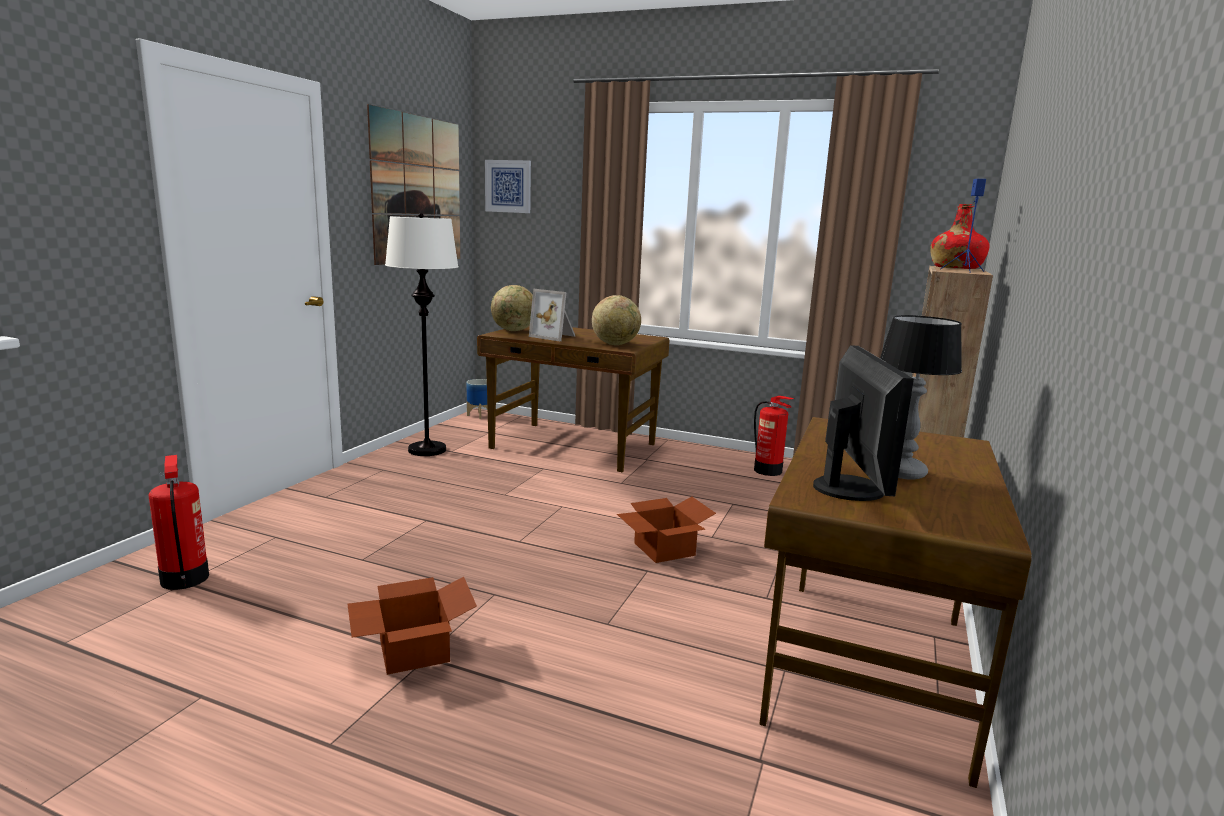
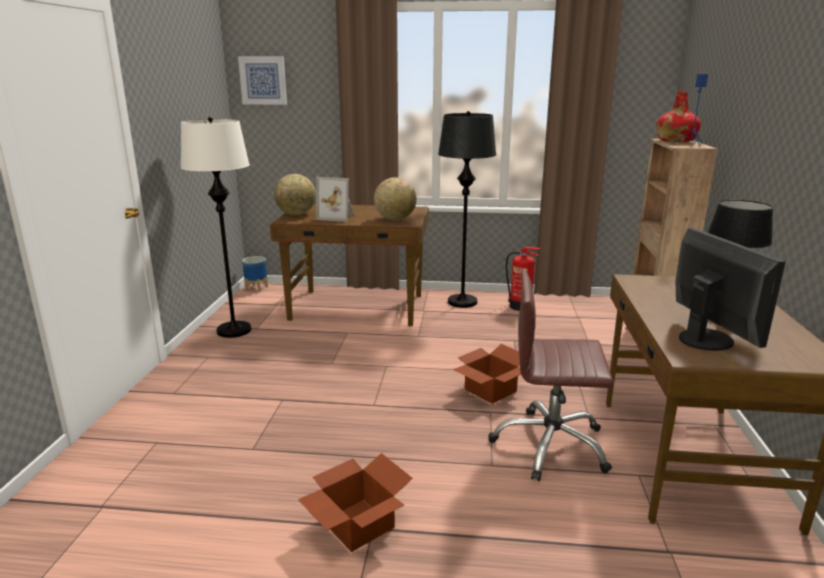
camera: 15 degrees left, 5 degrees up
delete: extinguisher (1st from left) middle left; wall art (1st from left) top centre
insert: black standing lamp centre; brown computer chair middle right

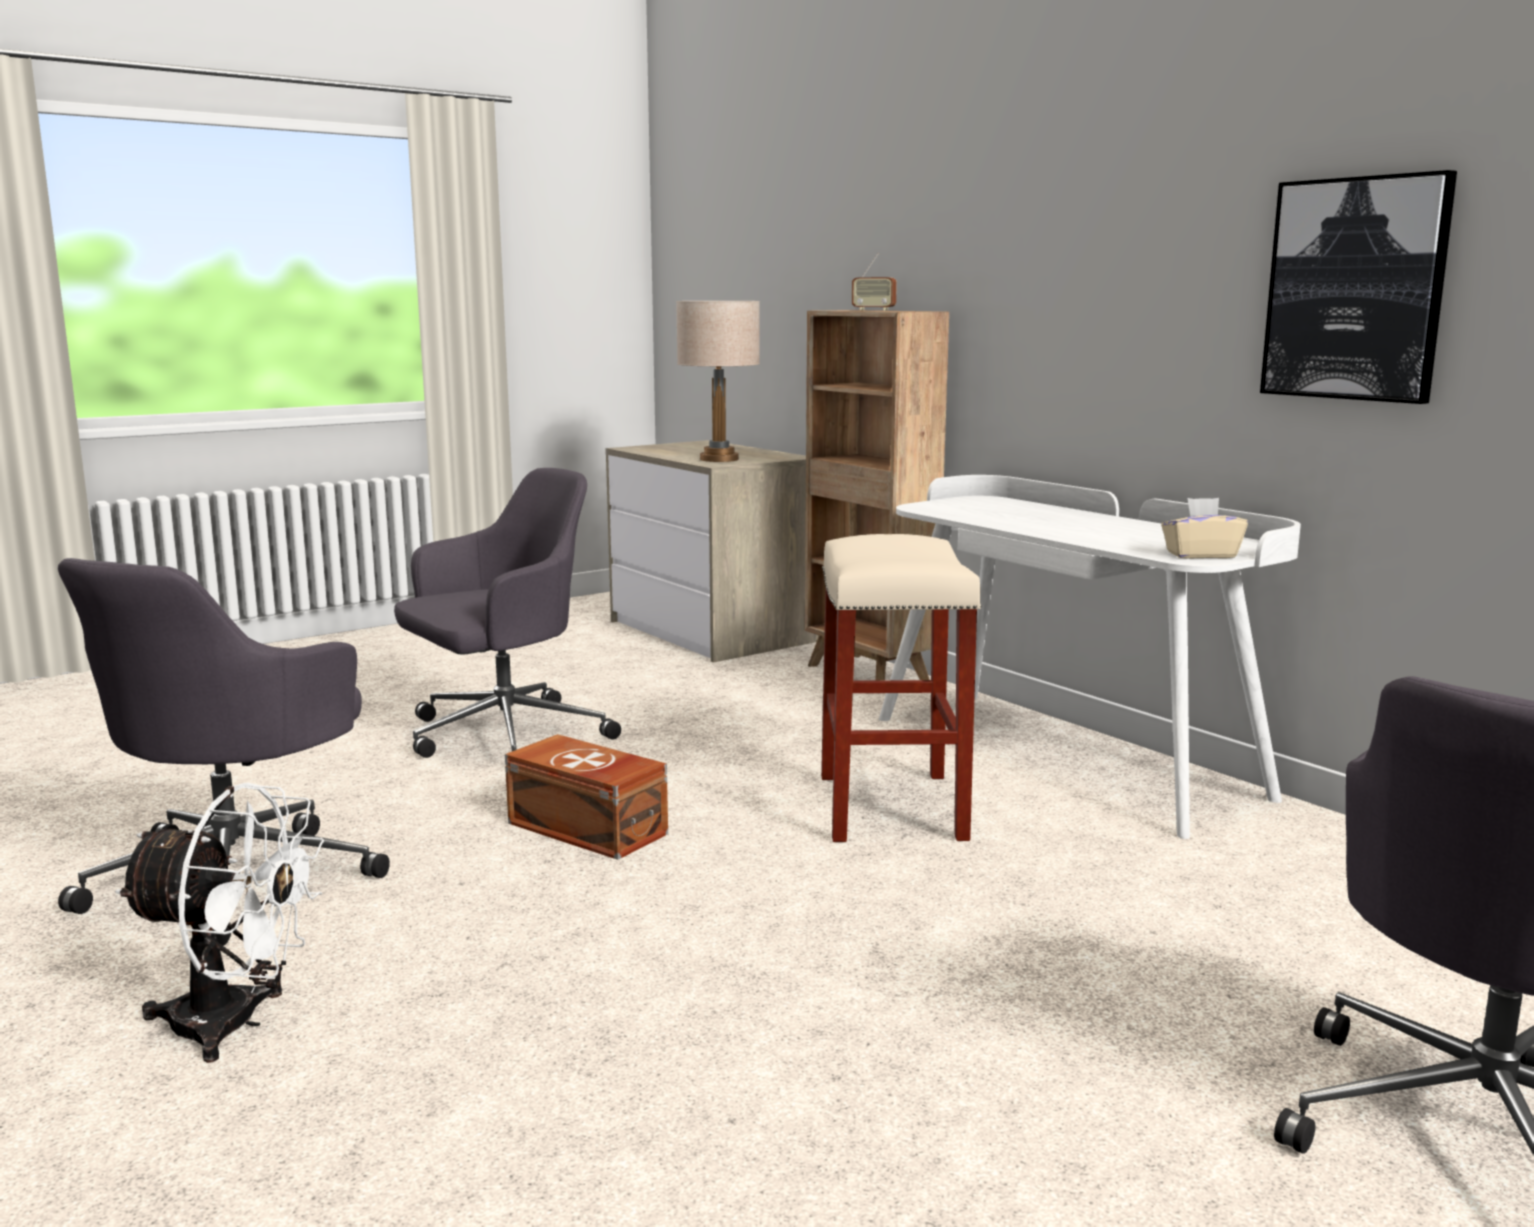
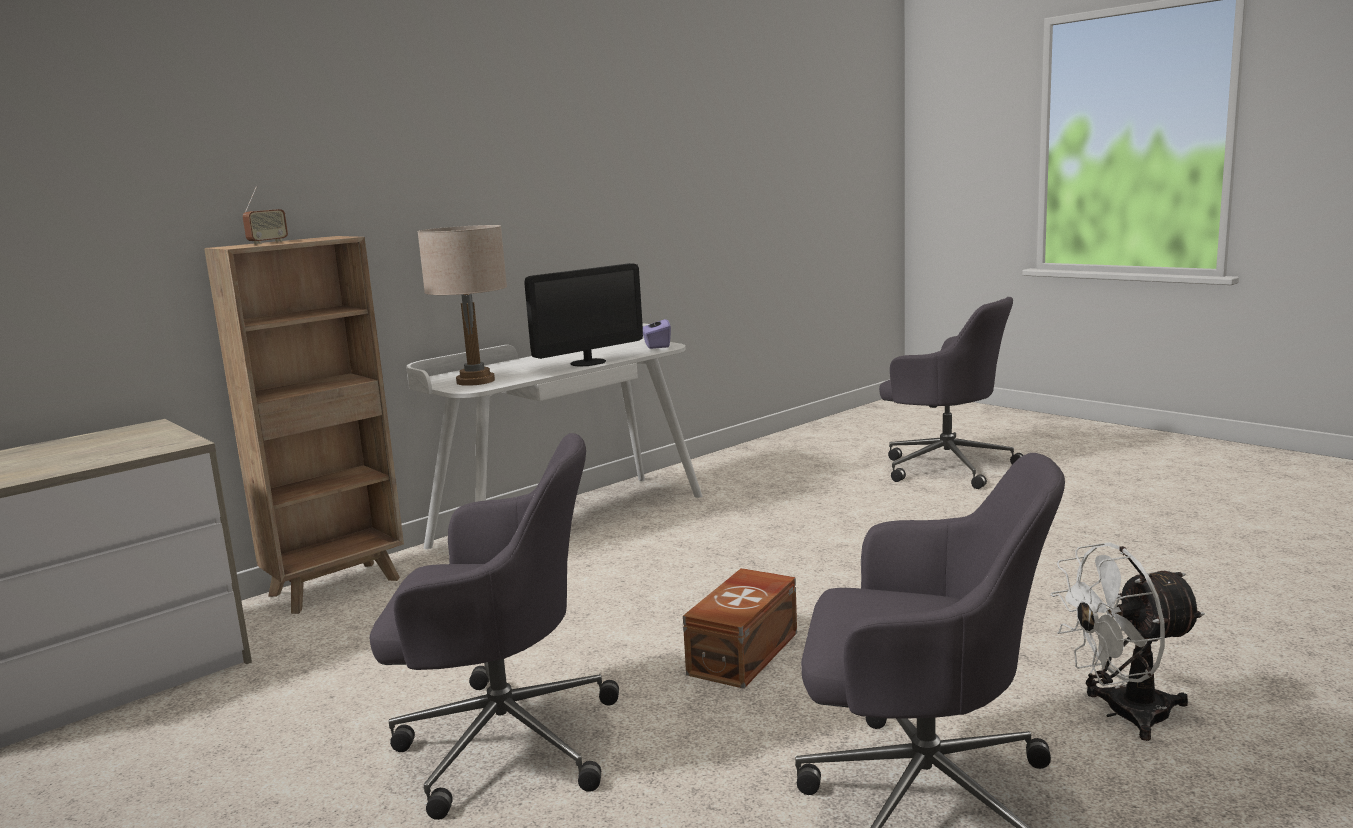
camera: 95 degrees left, 0 degrees up
delete: beige-coloured sitting stool centre; wall art top right
insert: computer display centre
move: beige-coloured tabletop lamp top centre to centre
recolor: beige-coloured tissue holder middle right to purple-coloured tissue holder centre
rotate: greyish computer chair (2nd from left in the first image) middle left = bottom centre 135 degrees clockwise; white electric fan bottom left = bottom right 105 degrees counterclockwise

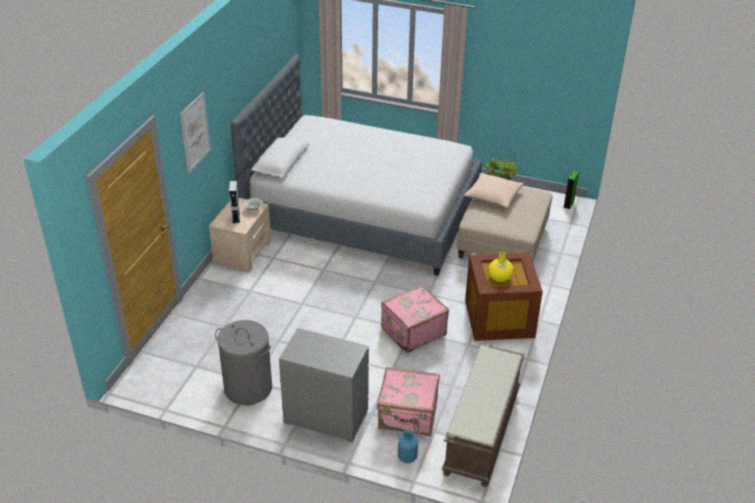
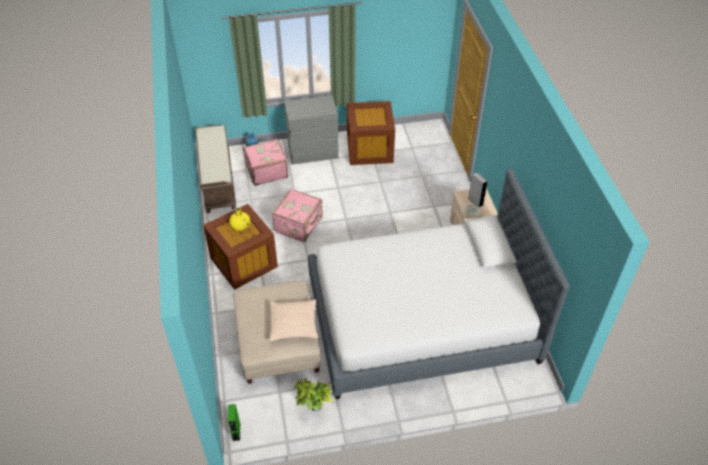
camera: 150 degrees right, 10 degrees up
delete: wall art top left
replace: greyish laundry basket bottom left to brown storage bin (2nd from left) top centre

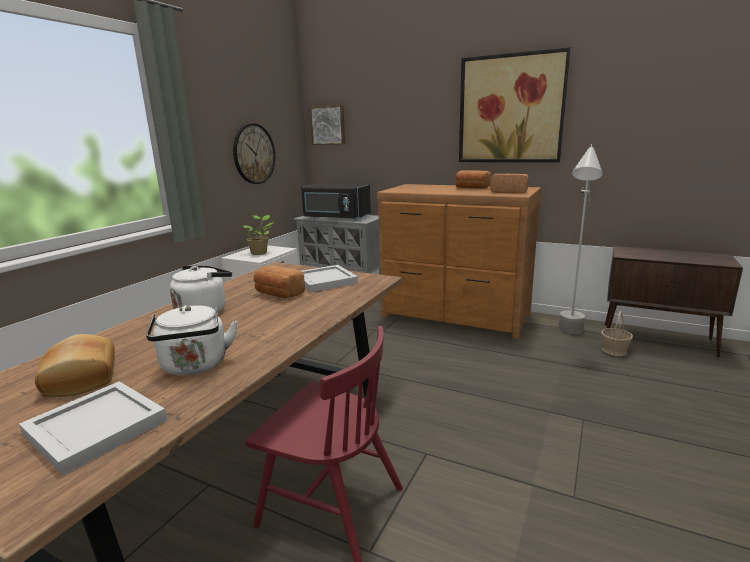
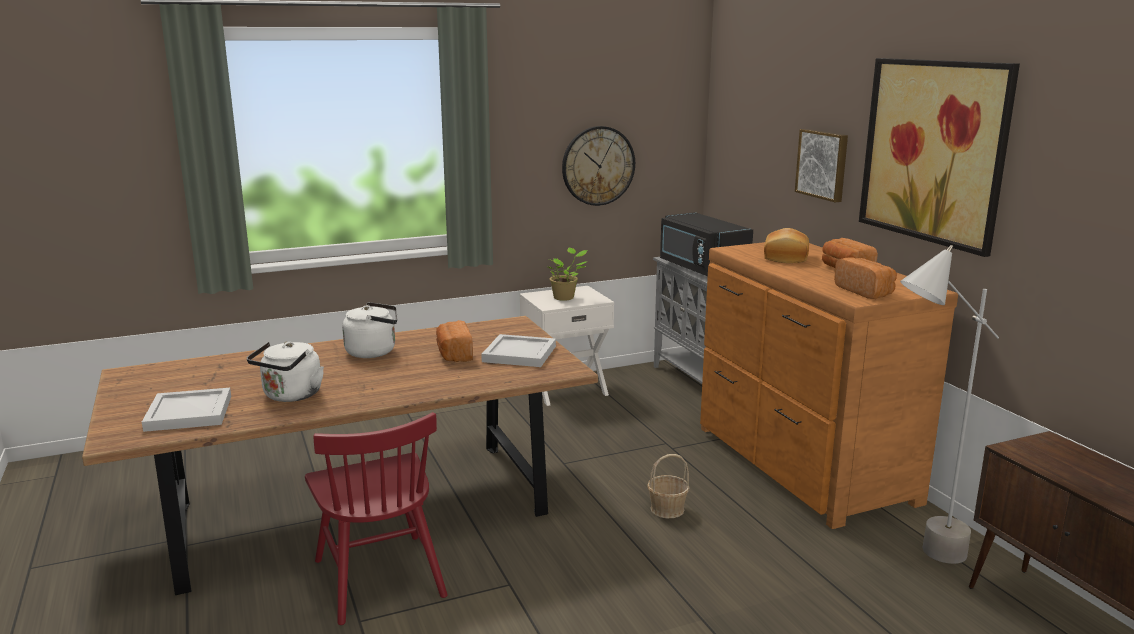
camera: 40 degrees right, 0 degrees up
move: household basket middle right to bottom centre; bakery bread (1st from left in the first image) middle left to bakery bread (2nd from left) middle right; wall art (1st from left) top centre to top right

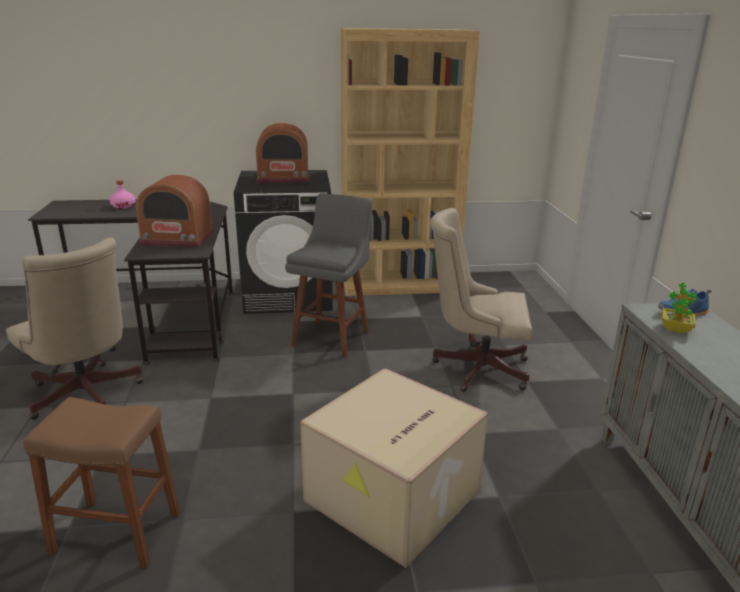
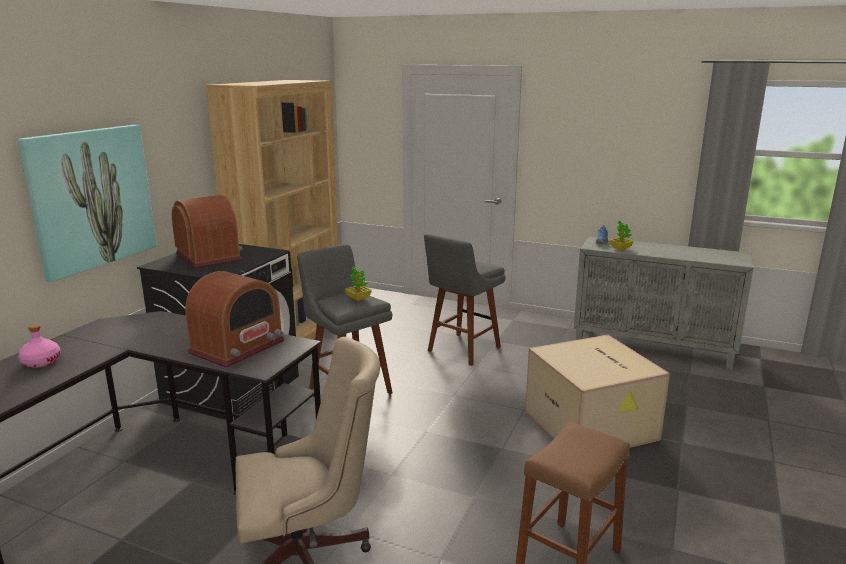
camera: 60 degrees left, 5 degrees down
insert: wall art middle left; houseplant (1st from left) centre
replace: beige-coloured computer chair (2nd from left) centre to greyish sitting stool (2nd from left) centre
rotate: radio set (2nd from left in the first image) top centre = middle left 60 degrees counterclockwise

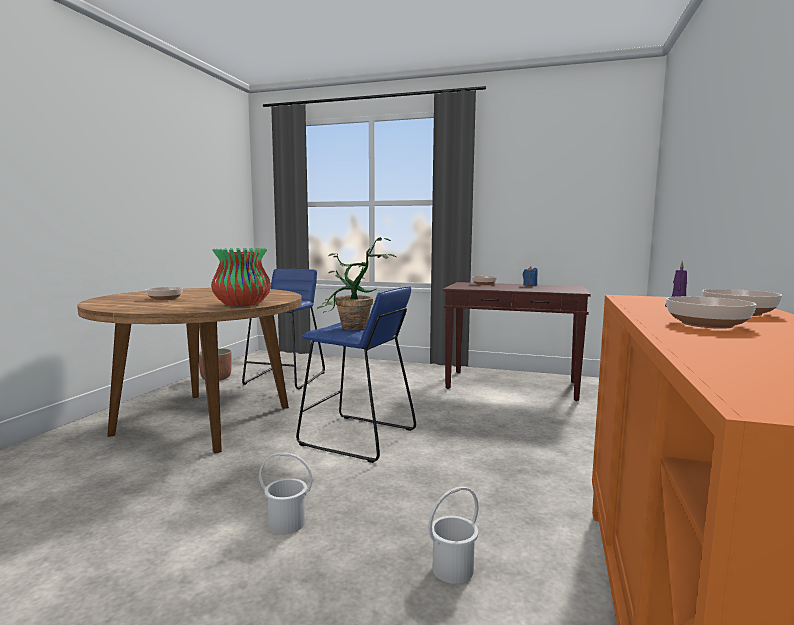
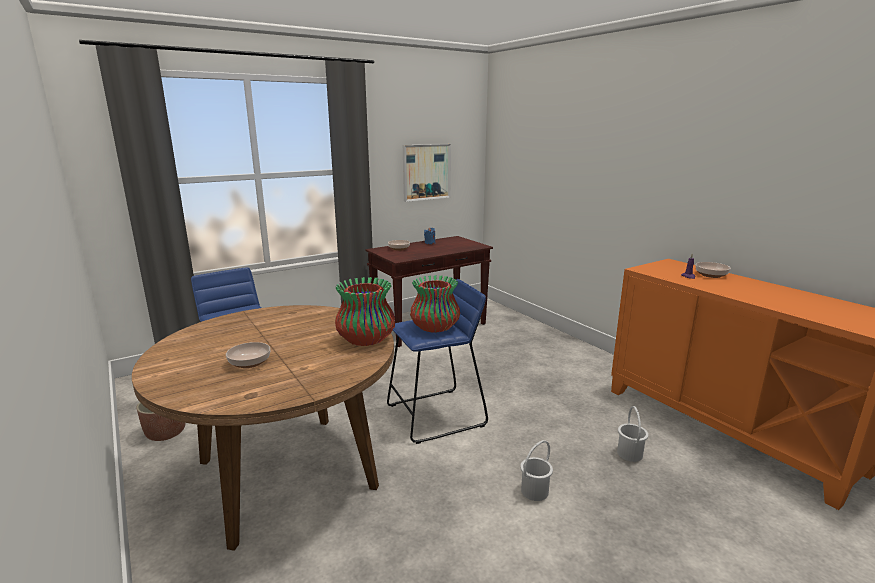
camera: 50 degrees left, 10 degrees up
delete: deep dish (3rd from left) middle right
insert: wall art top centre
replace: houseplant centre to vase (2nd from left) centre

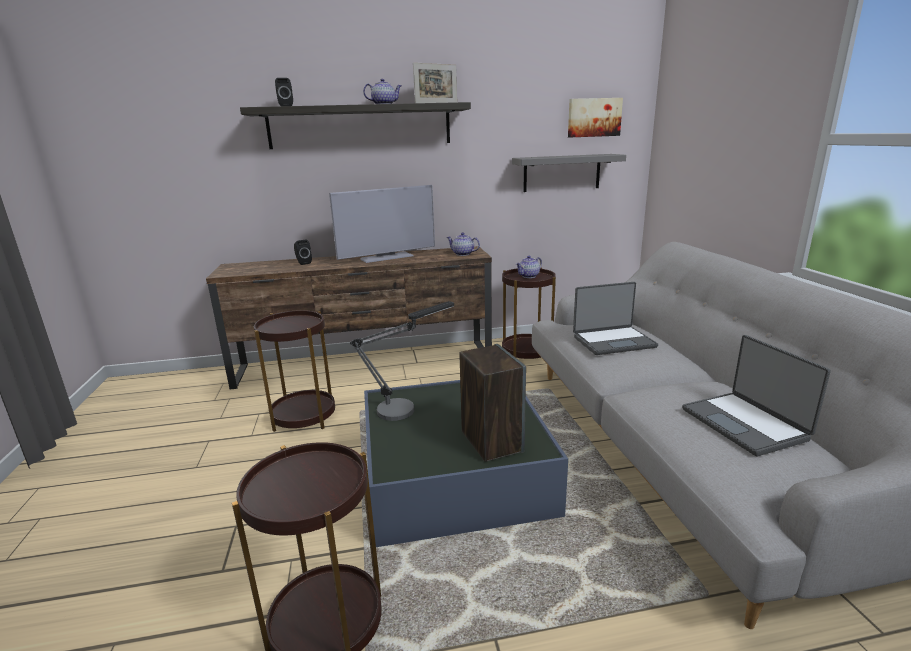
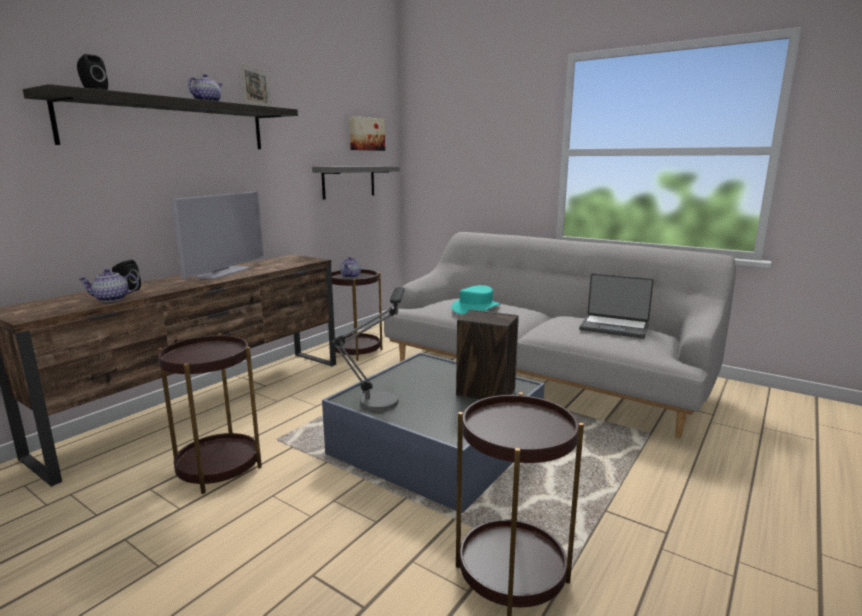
camera: 45 degrees left, 5 degrees down
move: tea pot (2nd from left in the first image) centre to tea pot (1st from left) middle left
replace: portable computer (1st from left) middle right to turquoise-coloured hat centre

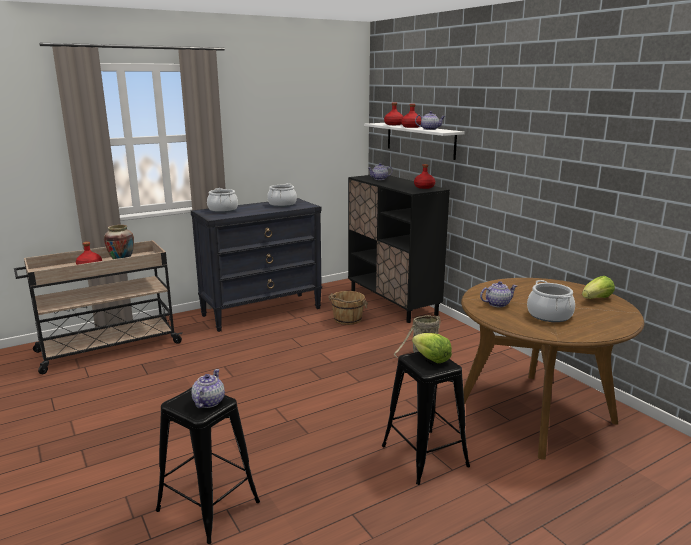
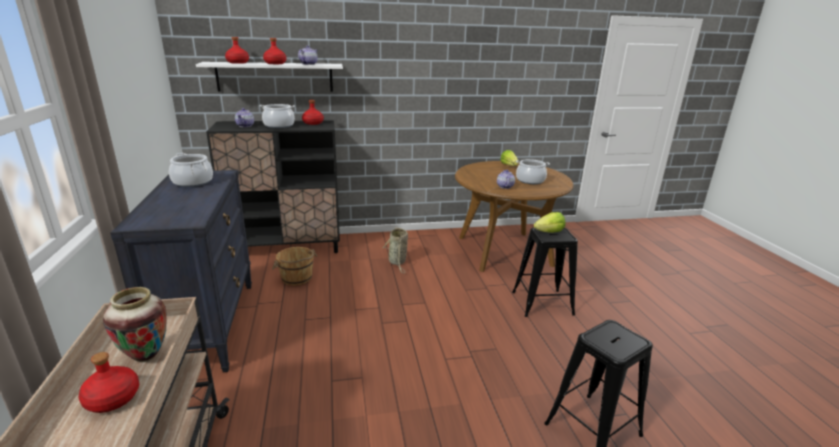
camera: 70 degrees left, 5 degrees up
delete: tea pot (1st from left) bottom left
move: stockpot (1st from left in the first image) middle left to stockpot (2nd from left) top left

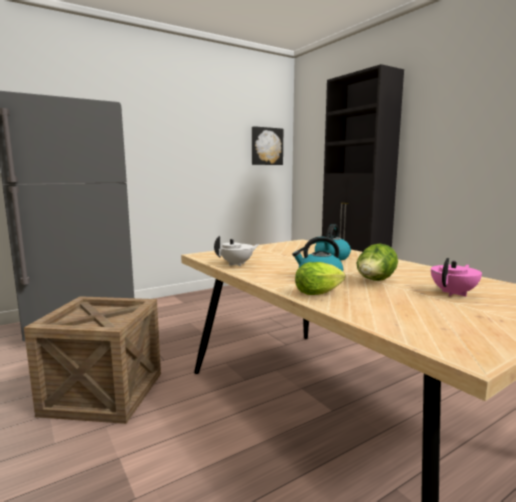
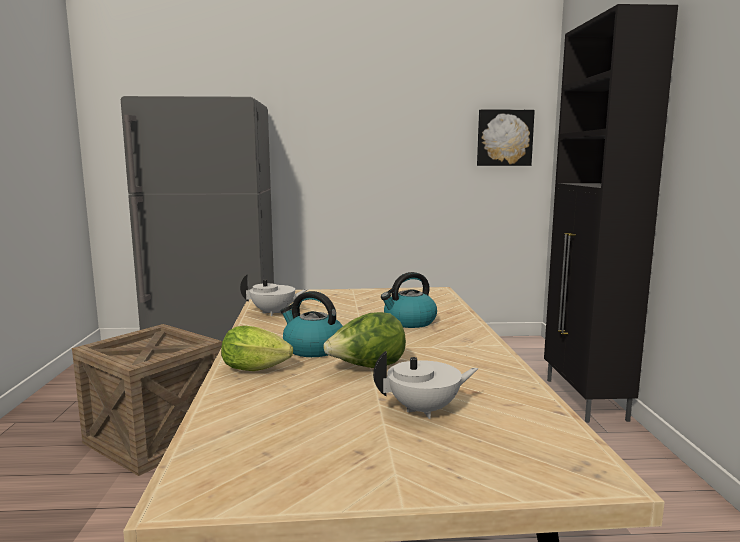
camera: 30 degrees right, 0 degrees up
recolor: pink tea pot middle right to white tea pot (2nd from left) bottom centre

